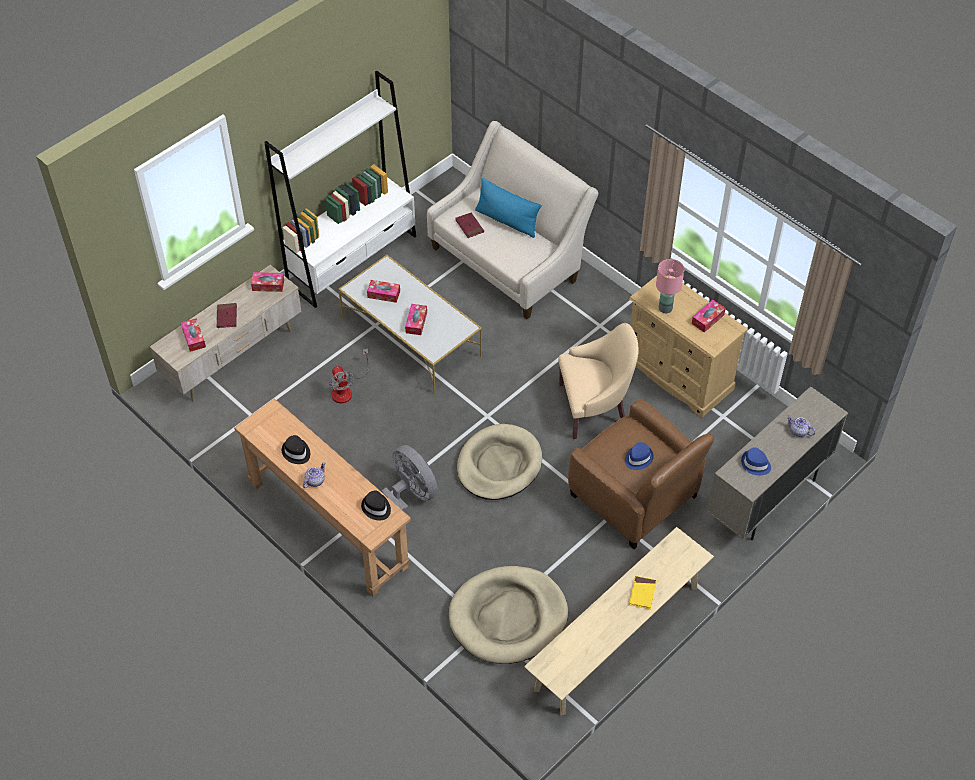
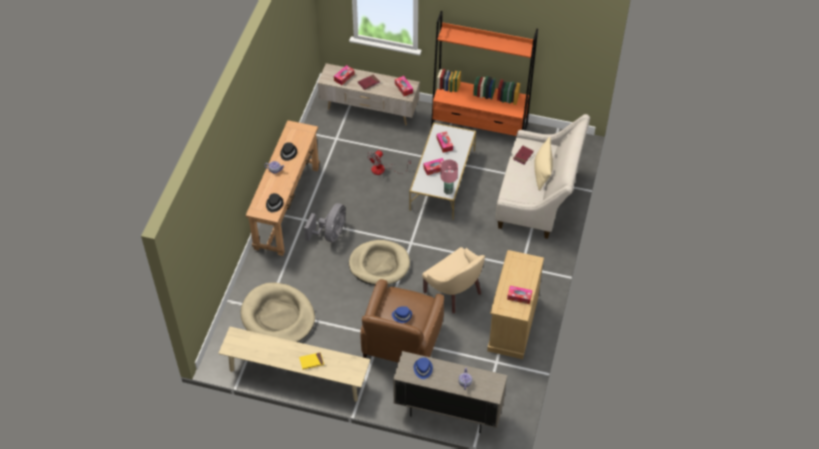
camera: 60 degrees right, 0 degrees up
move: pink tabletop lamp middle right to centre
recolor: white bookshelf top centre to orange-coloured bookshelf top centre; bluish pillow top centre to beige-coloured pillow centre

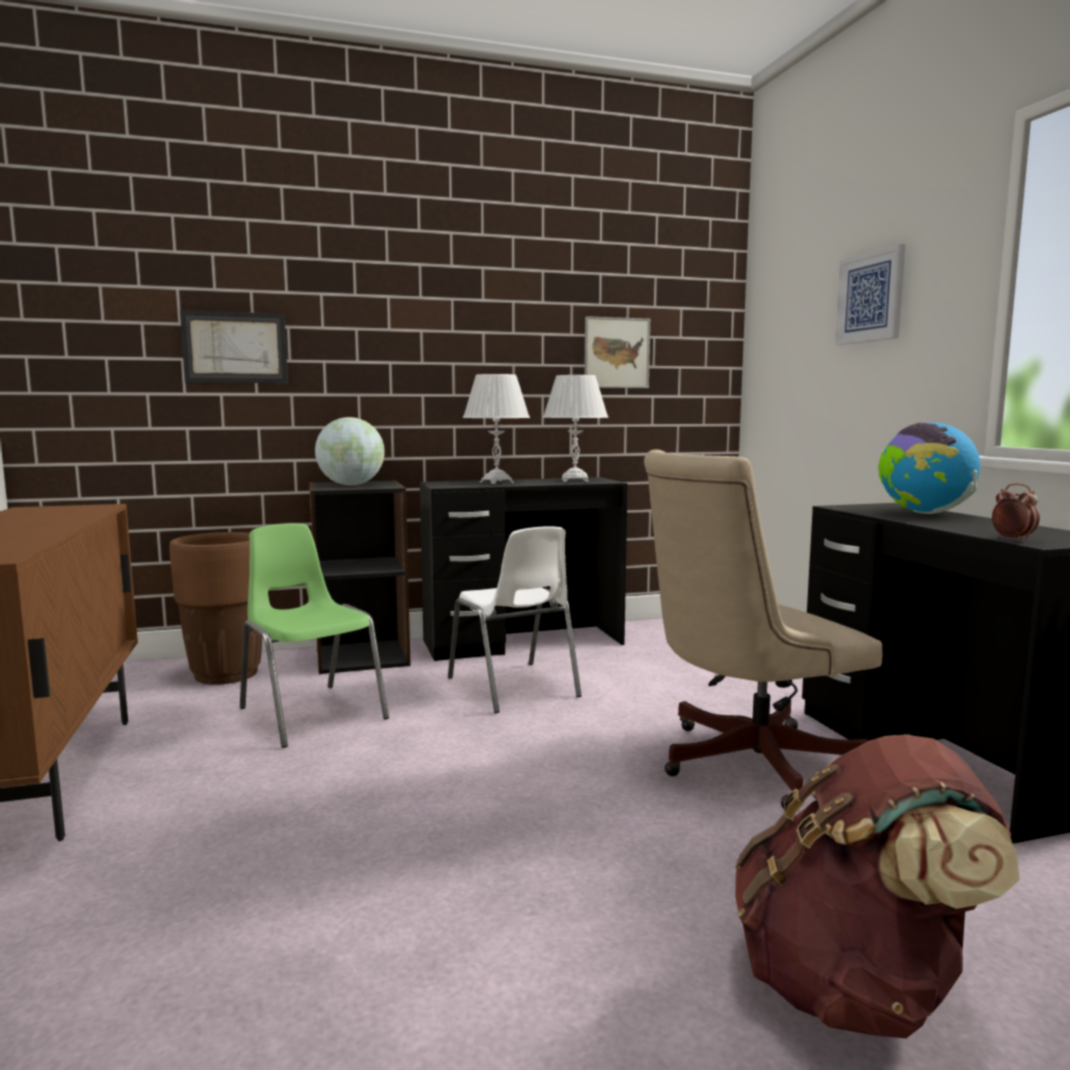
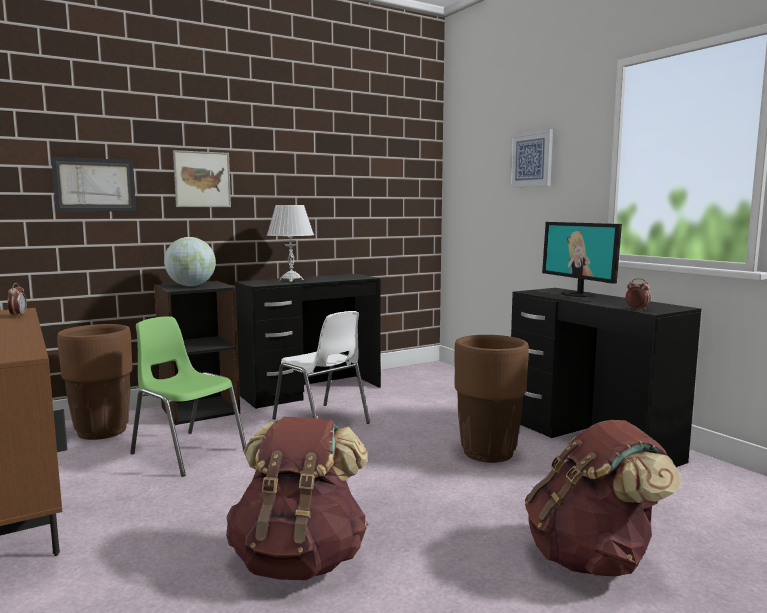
camera: 15 degrees left, 0 degrees up
delete: white tabletop lamp (2nd from left) centre
insert: alarm clock (1st from left) middle left; brown knapsack (1st from left) bottom centre
move: wall art (2nd from left) top centre to top left
replace: beige-coloured computer chair middle right to brown plant pot (2nd from left) centre; globe (2nd from left) middle right to computer display middle right

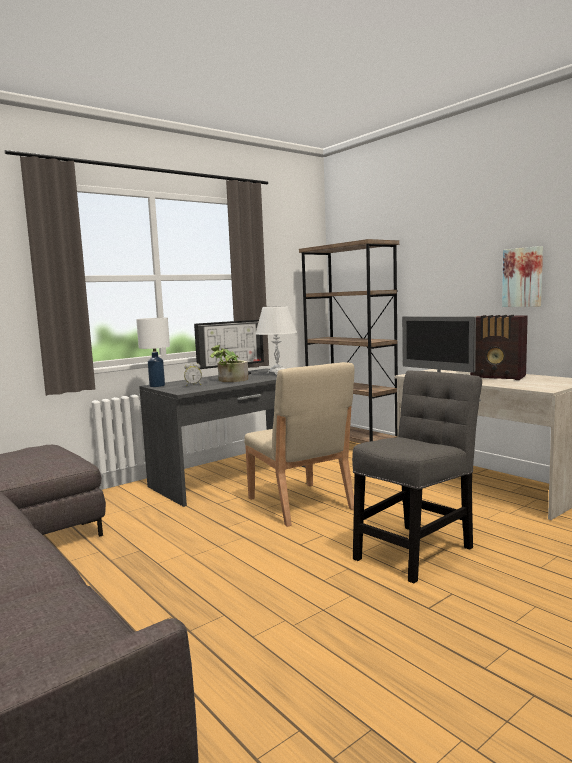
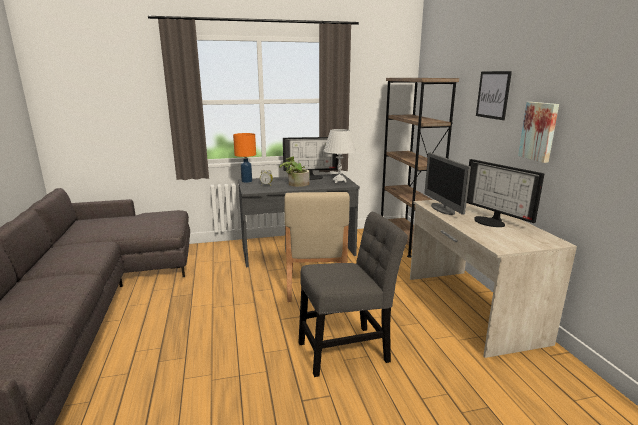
camera: 25 degrees right, 10 degrees up
insert: wall art (1st from left) top right
replace: radio set middle right to computer display (3rd from left) middle right
recolor: white tabletop lamp (1st from left) middle left to orange-coloured tabletop lamp centre

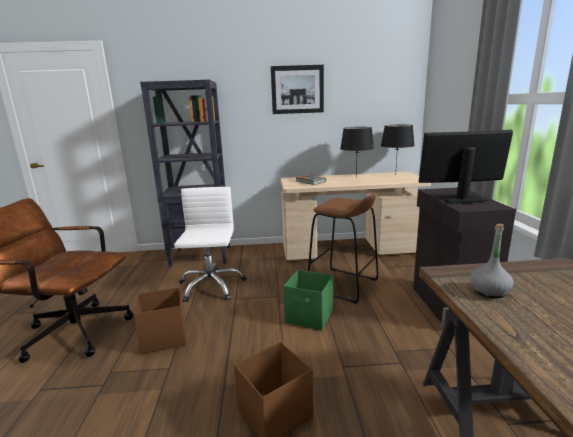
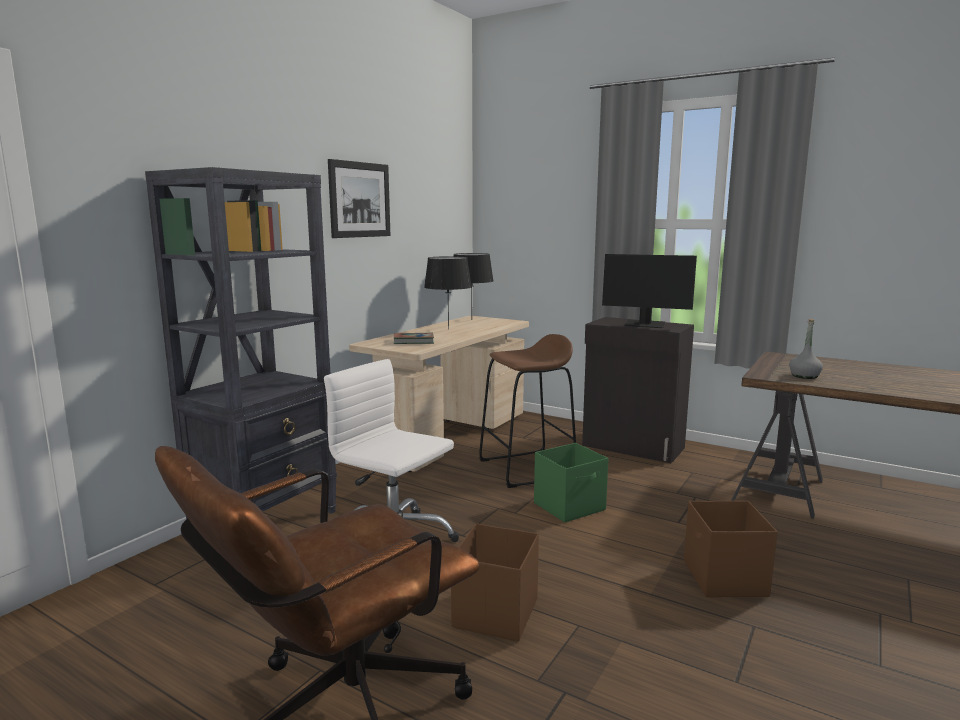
camera: 55 degrees left, 5 degrees down
rotate: computer display middle right = middle right 105 degrees counterclockwise

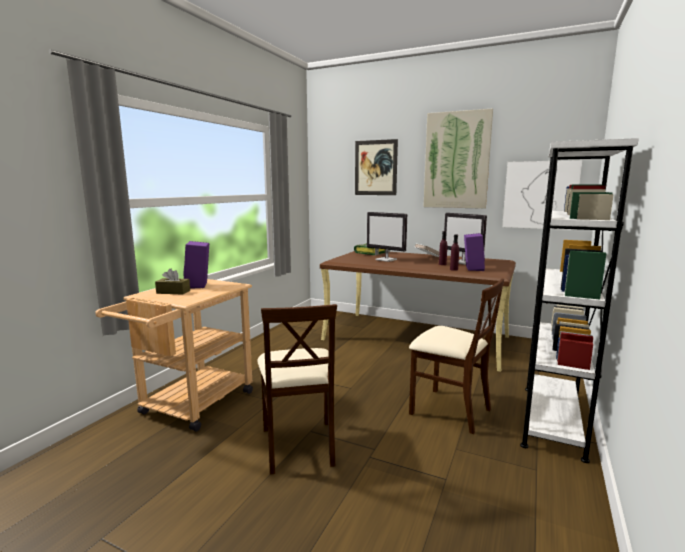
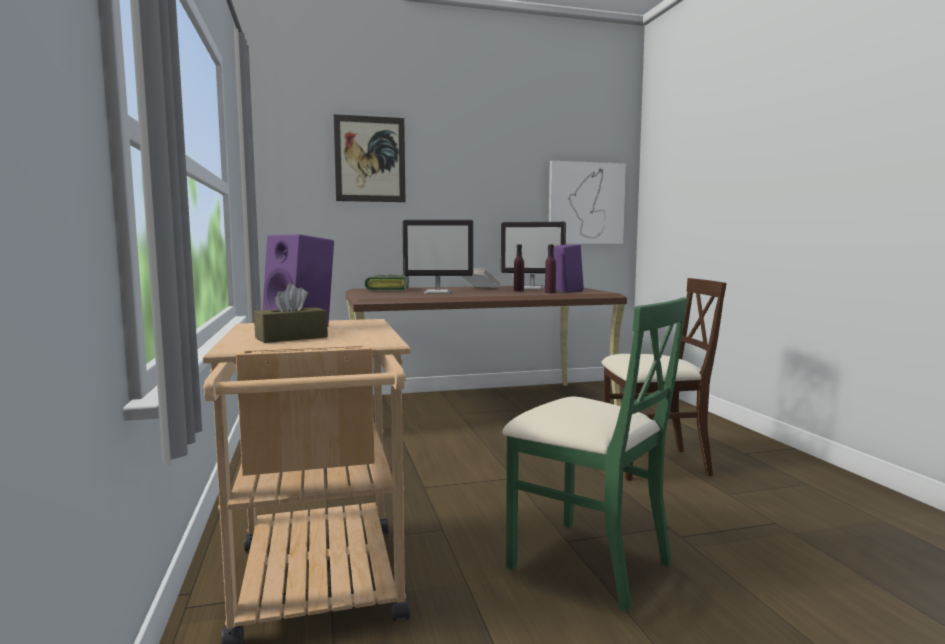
camera: 40 degrees left, 5 degrees down
delete: wall art (2nd from left) top right; white bookshelf middle right
recolor: beige-coloured upright chair (1st from left) bottom centre to greenish upright chair bottom centre

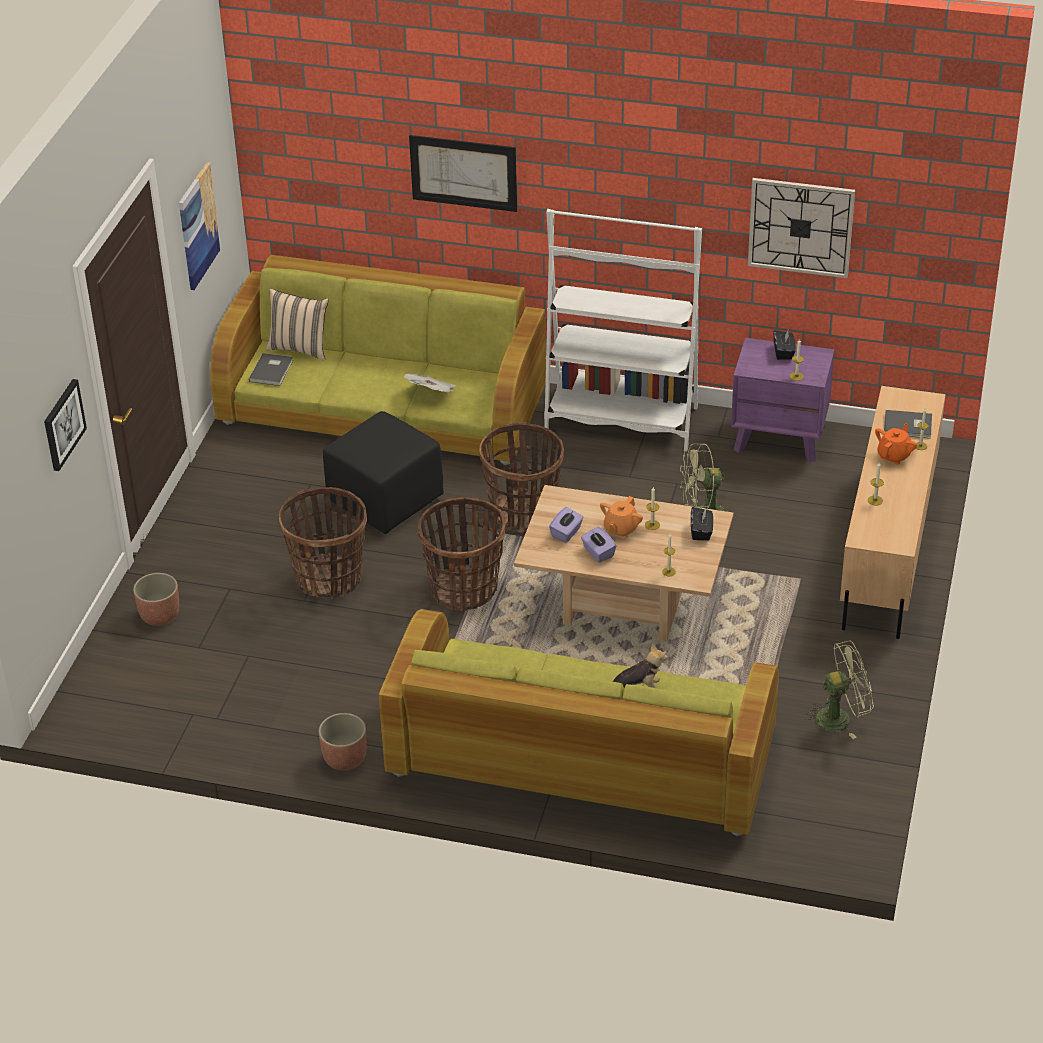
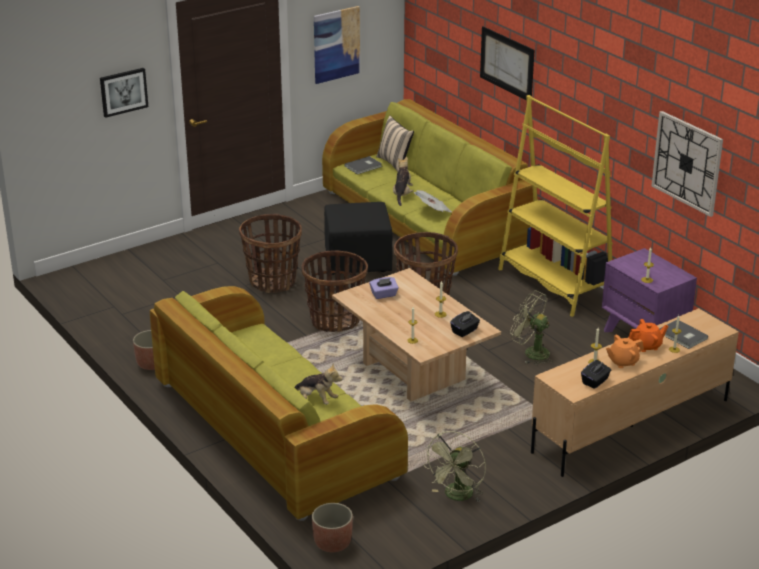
camera: 40 degrees right, 10 degrees down
delete: purple-coloured tissue holder (2nd from left) centre
insert: plush toy (2nd from left) top centre
move: plant pot (1st from left in the first image) middle left to plant pot (2nd from left) bottom centre; black tissue holder (2nd from left) top right to middle right; orange-coloured tea pot (1st from left) centre to middle right
recolor: white bookshelf top centre to yellow bookshelf middle right
rotate: greenish electric fan (2nd from left in the first image) middle right = bottom centre 90 degrees clockwise

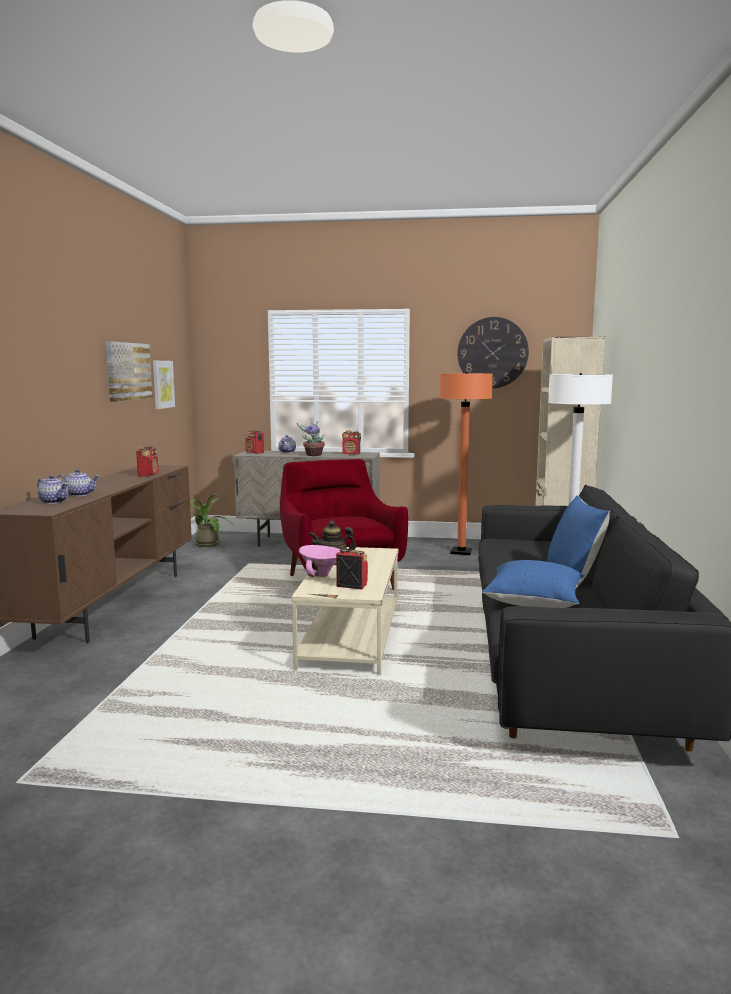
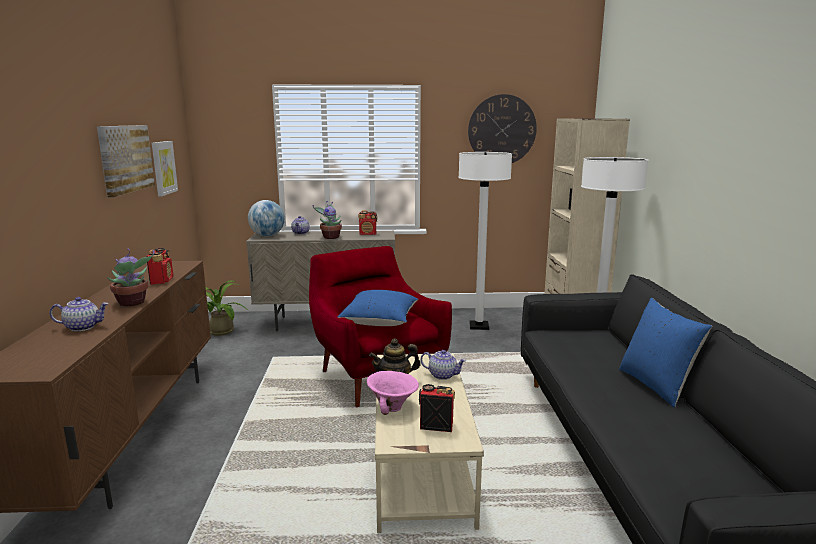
camera: 10 degrees left, 5 degrees up
insert: houseplant (1st from left) middle left
move: bluish pillow (1st from left) middle right to centre; tea pot (1st from left in the first image) middle left to tea pot (4th from left) bottom centre
replace: radio set (2nd from left) centre to globe middle left
recolor: orange-coloured standing lamp centre to white standing lamp (1st from left) centre

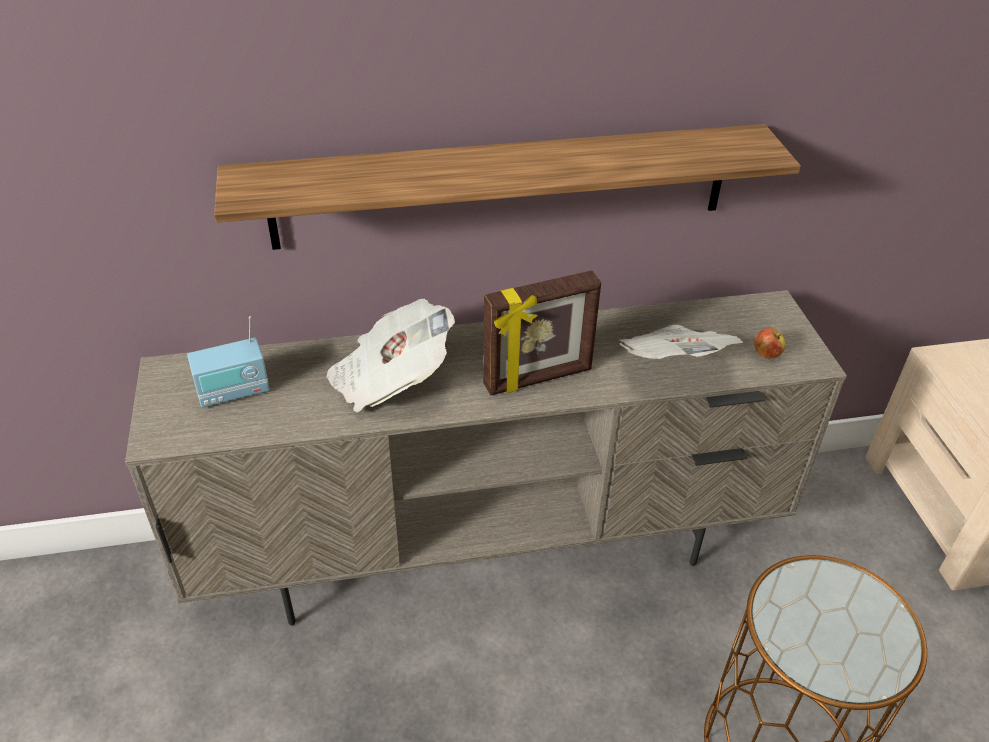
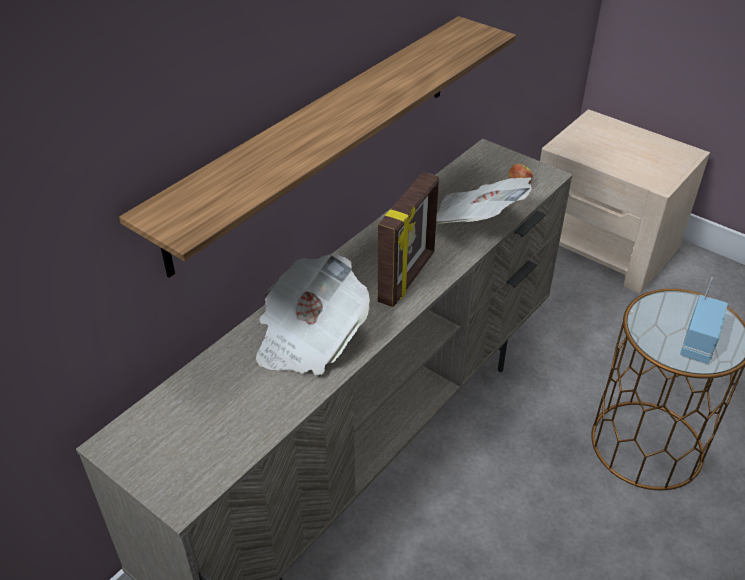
camera: 40 degrees left, 0 degrees up
move: radio set middle left to middle right

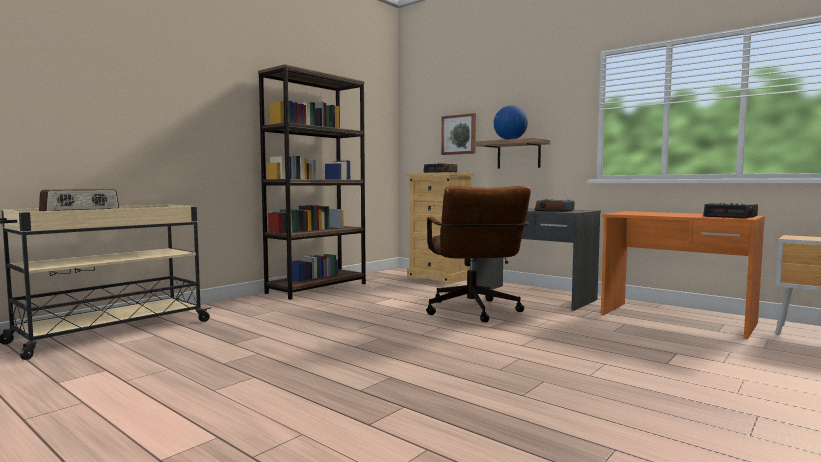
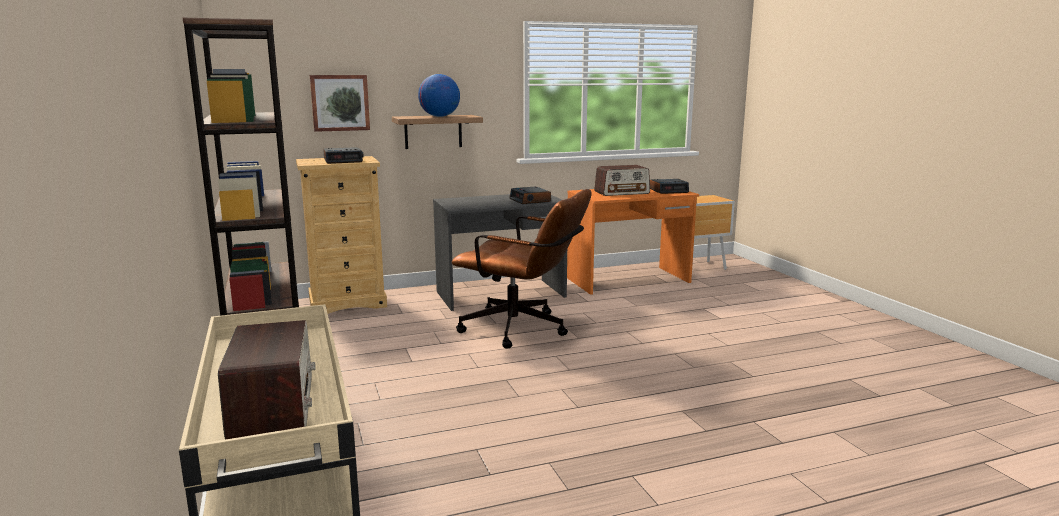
camera: 60 degrees left, 10 degrees up
insert: radio set (2nd from left) centre

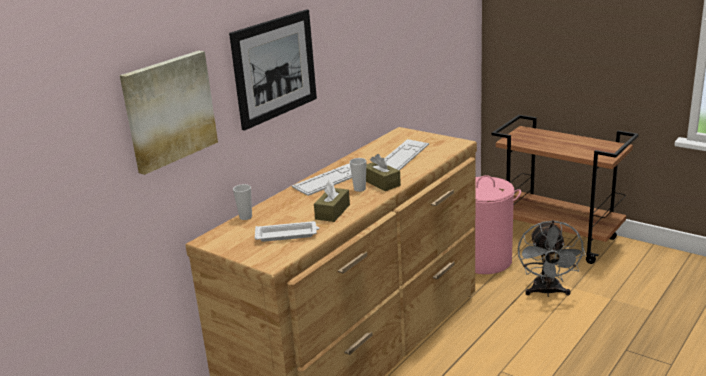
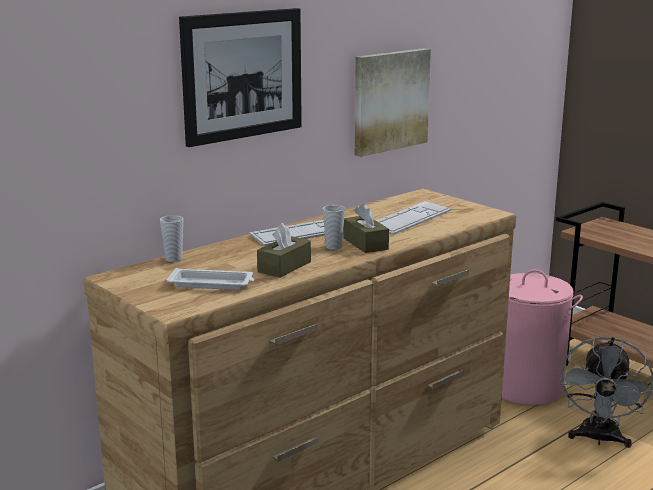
camera: 10 degrees right, 5 degrees down
move: wall art (1st from left in the first image) top left to wall art (2nd from left) top centre

